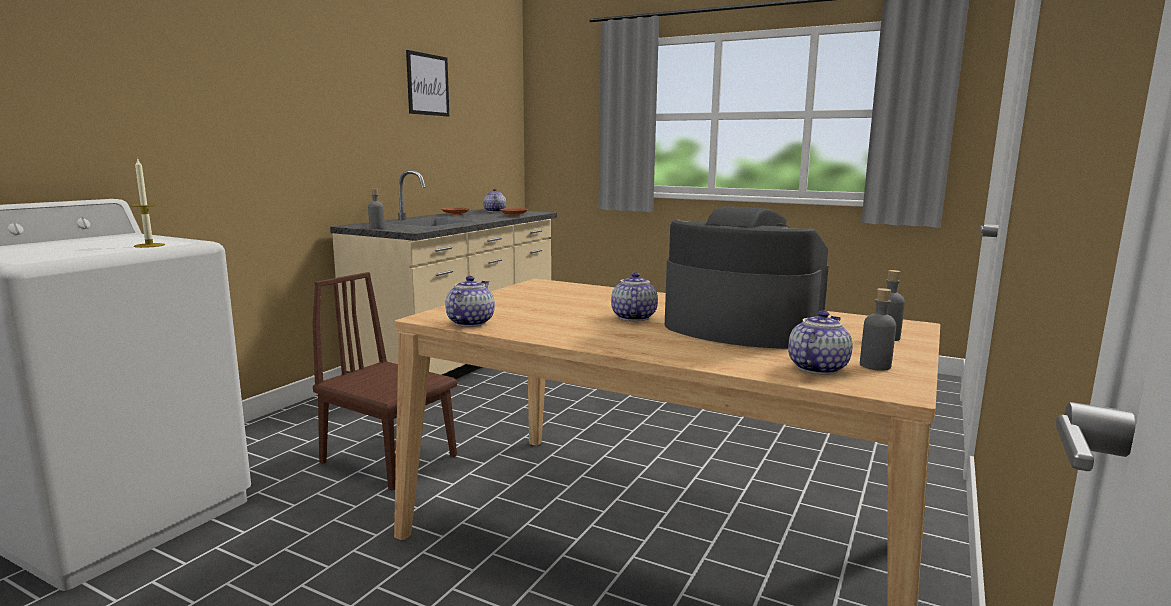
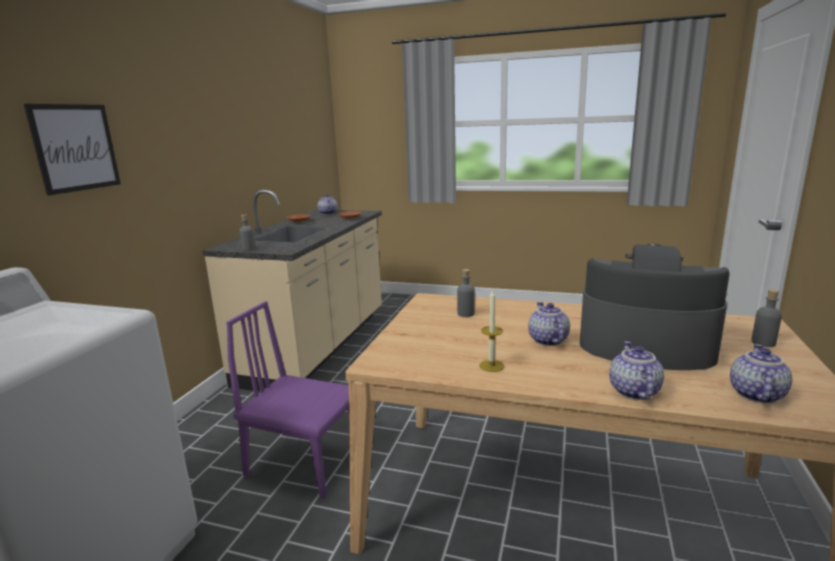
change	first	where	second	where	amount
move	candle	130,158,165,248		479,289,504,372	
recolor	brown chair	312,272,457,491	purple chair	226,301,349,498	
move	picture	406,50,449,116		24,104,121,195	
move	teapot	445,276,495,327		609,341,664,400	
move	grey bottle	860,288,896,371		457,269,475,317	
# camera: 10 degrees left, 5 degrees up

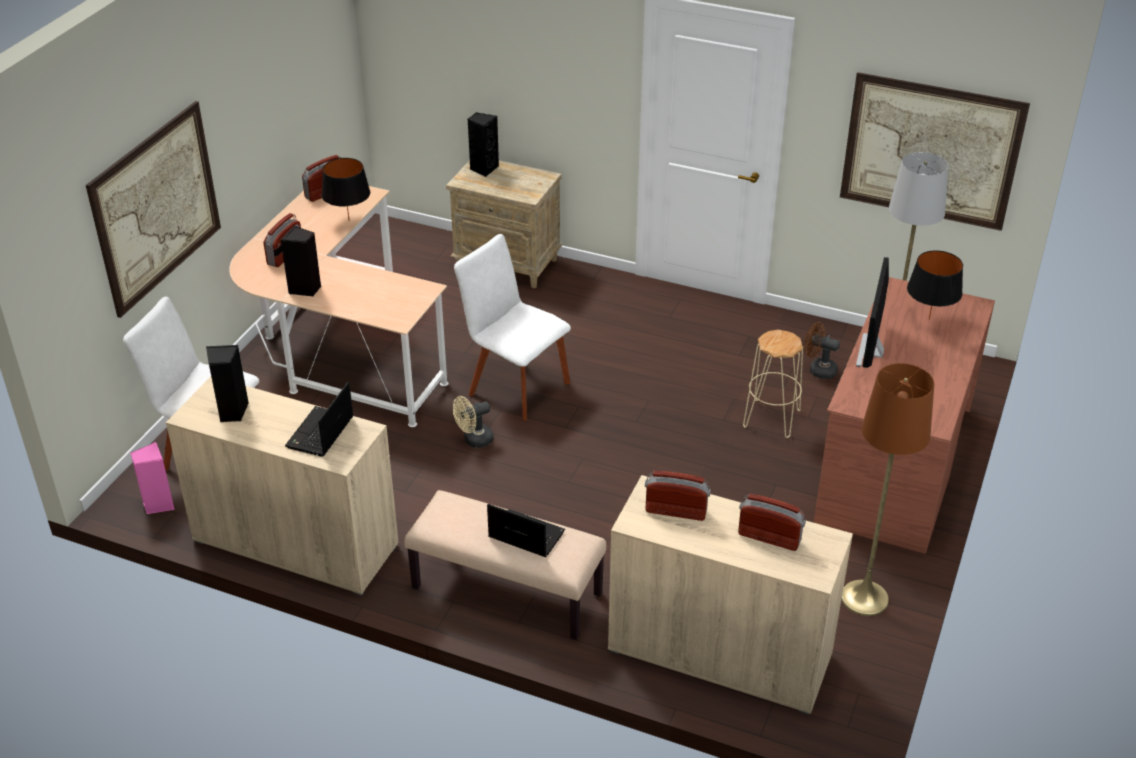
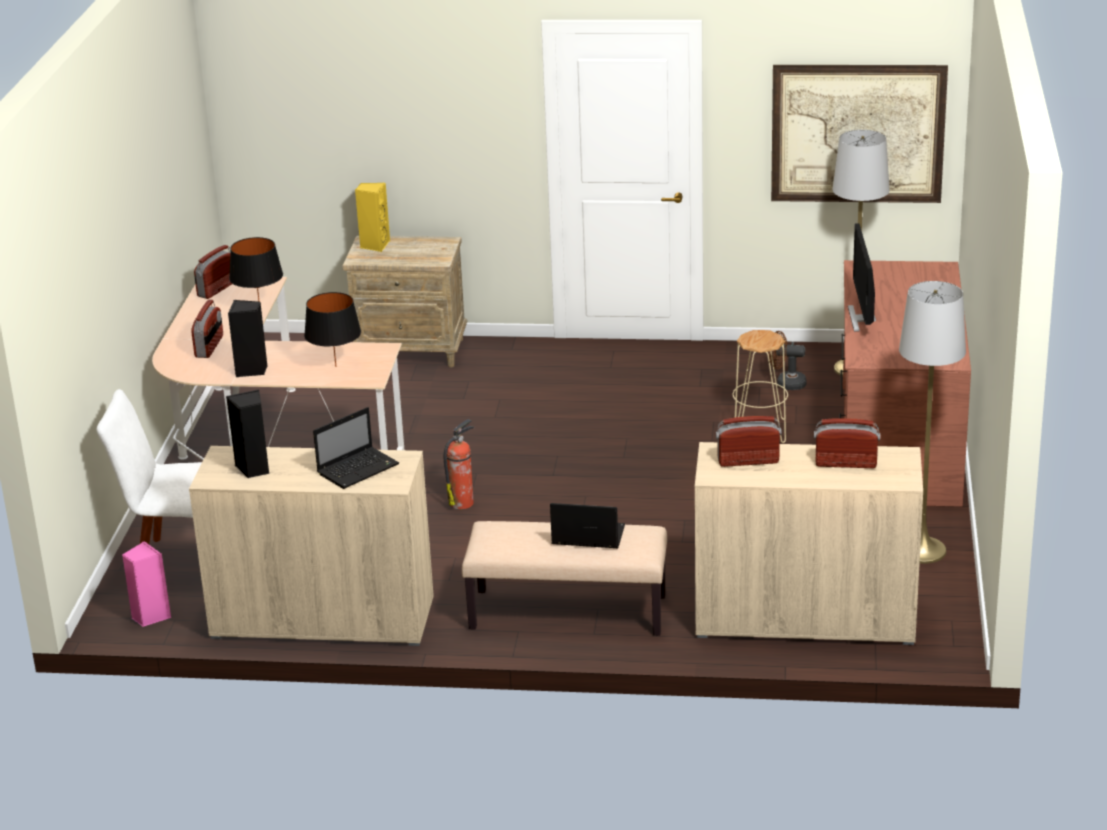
change	first	where	second	where	amount
delete	picture	86,101,221,318			
rotate	laptop	285,382,354,457		313,407,399,489	135 degrees counterclockwise
replace	beige fan	453,396,494,448	fire extinguisher	444,419,474,509	
delete	white chair	454,234,571,421			
recolor	black speaker	468,112,499,177	yellow speaker	355,183,390,252	
recolor	brown floor lamp	841,363,934,616	grey floor lamp	899,281,966,564	
move	black table lamp	907,250,963,320		304,292,361,367	
# camera: 15 degrees left, 10 degrees down

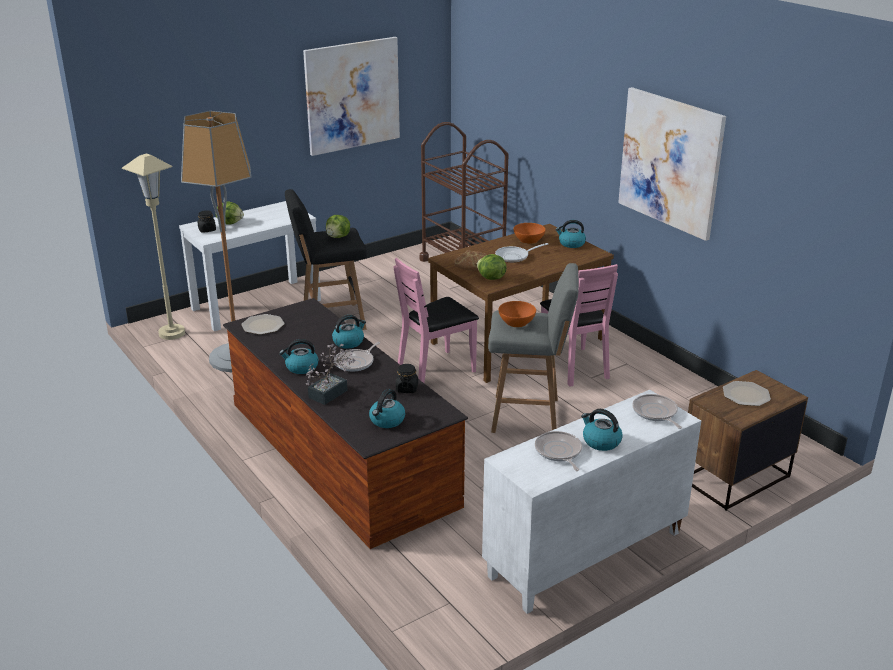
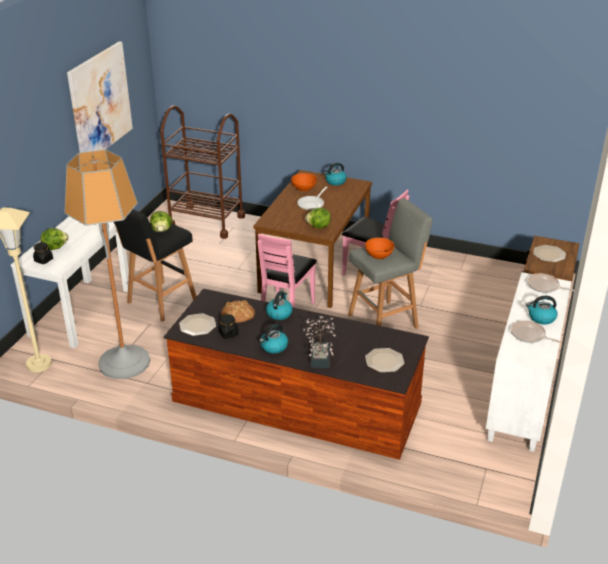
change	first	where	second	where	amount
delete	frying pan	334,342,380,372			
replace	kettle	369,389,405,428	plate	365,348,405,373	
move	black jar	396,364,418,393		218,314,238,339	
move	bread	454,250,486,270		221,300,255,323	
delete	picture	618,87,726,241			
# camera: 35 degrees left, 5 degrees up

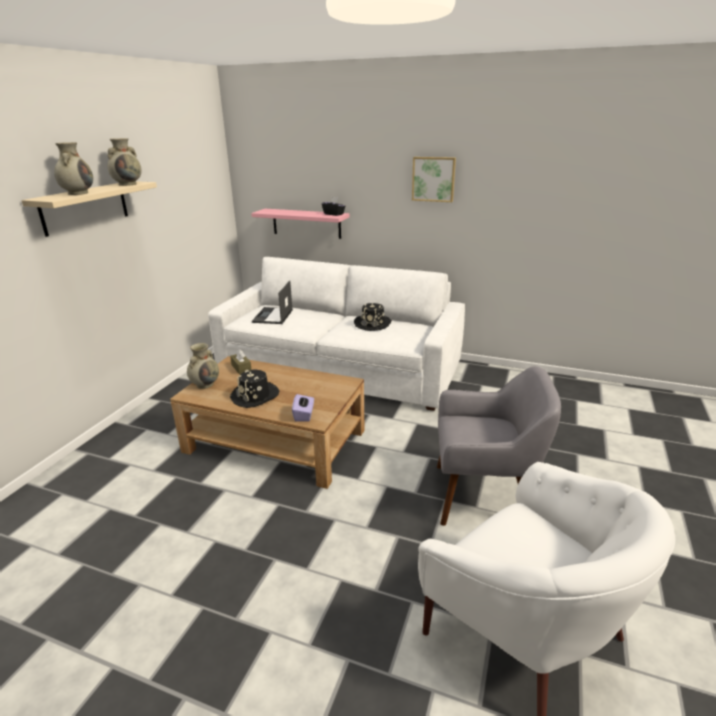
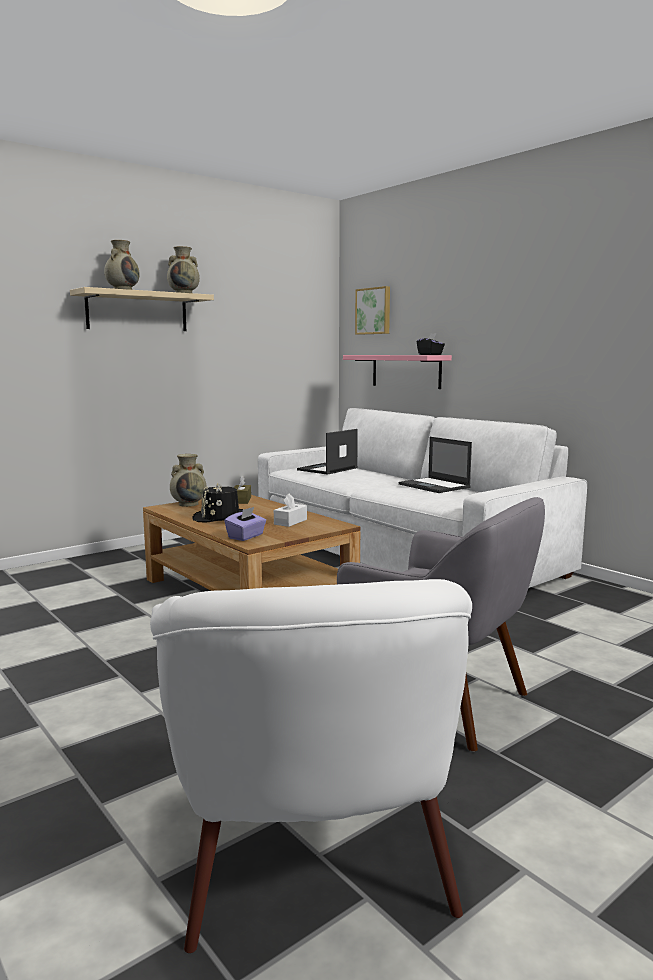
change	first	where	second	where	amount
replace	black hat	354,303,392,331	laptop	399,437,472,493	
move	picture	412,157,456,202		355,286,390,335	
insert			white tissue box	274,493,307,527	
# camera: 30 degrees right, 15 degrees down

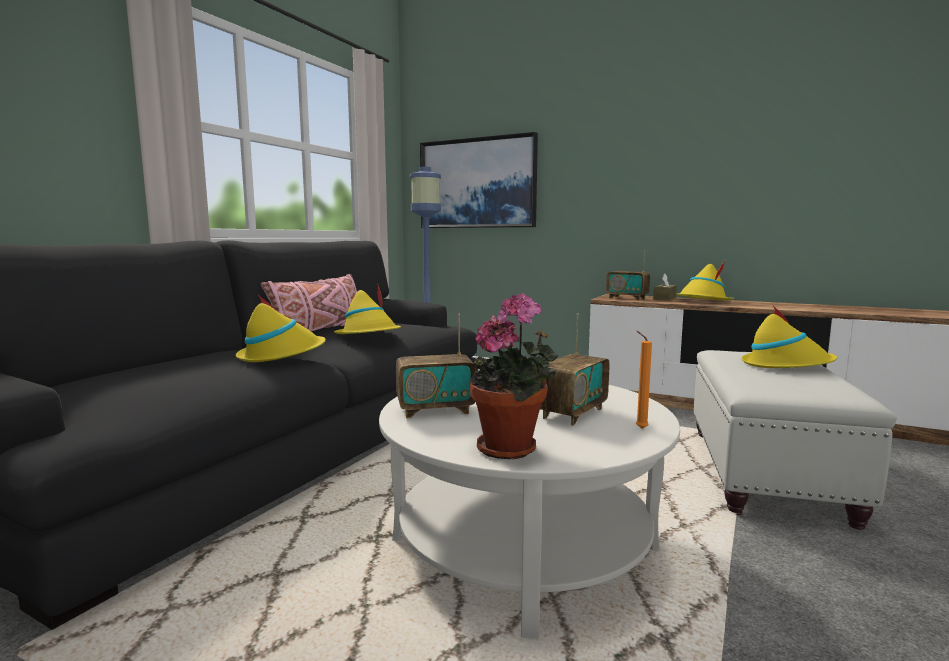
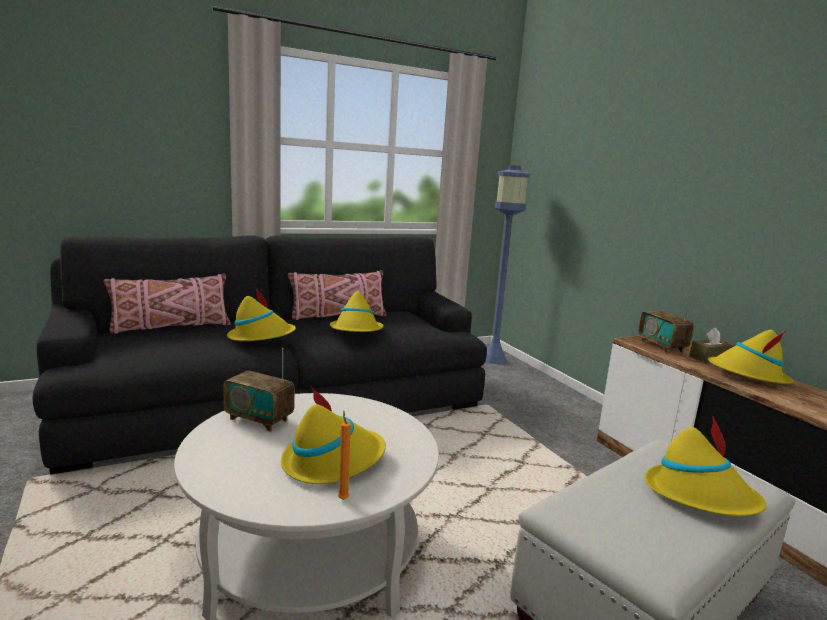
change	first	where	second	where	amount
delete	picture	420,132,538,228			
delete	potted plant	469,293,559,459			
replace	radio	540,313,610,426	yellow hat	281,387,386,484	
insert			pink pillow	103,274,231,334	
# camera: 35 degrees right, 5 degrees up

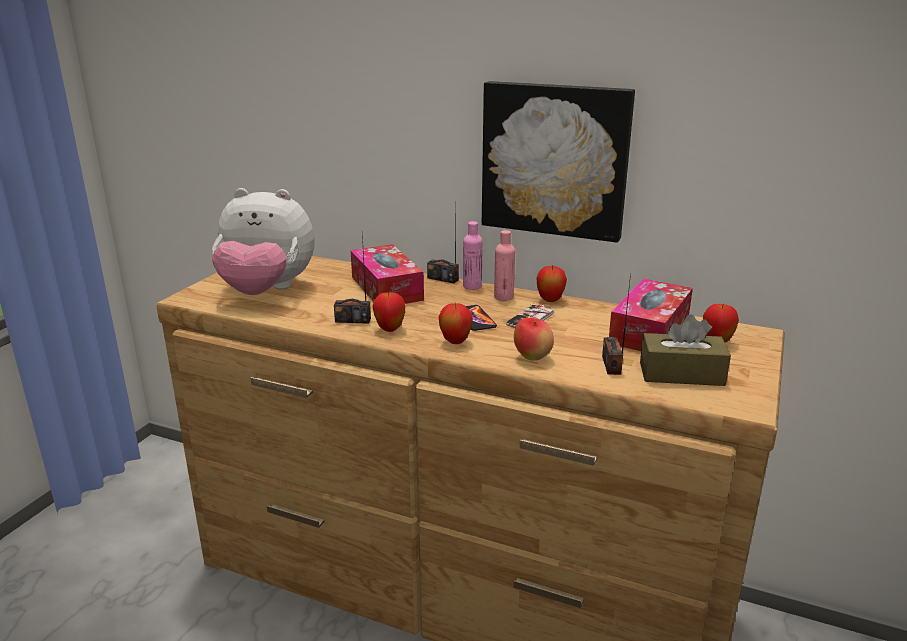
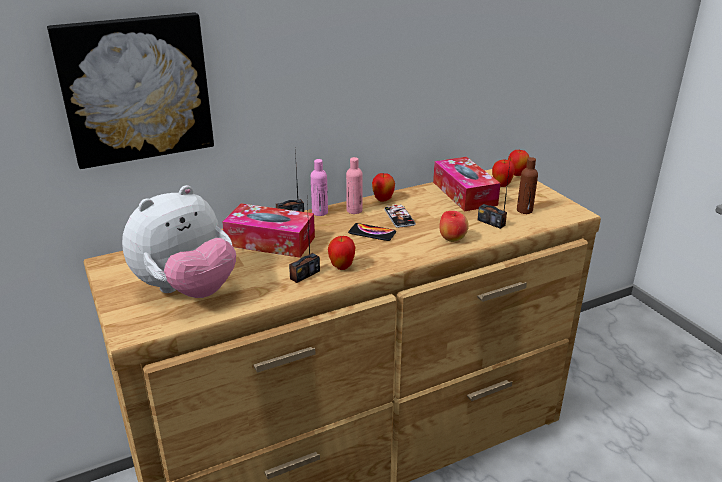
change	first	where	second	where	amount
move	apple	438,303,473,344		508,150,529,176	
move	picture	482,81,635,243		47,12,214,169	
replace	brown tissue box	640,314,731,386	brown bottle	517,157,538,214	
# camera: 50 degrees left, 5 degrees up

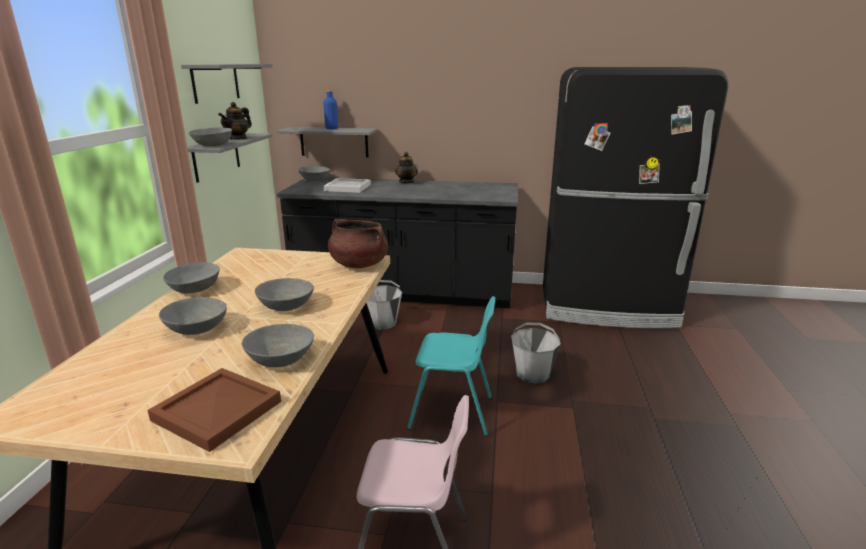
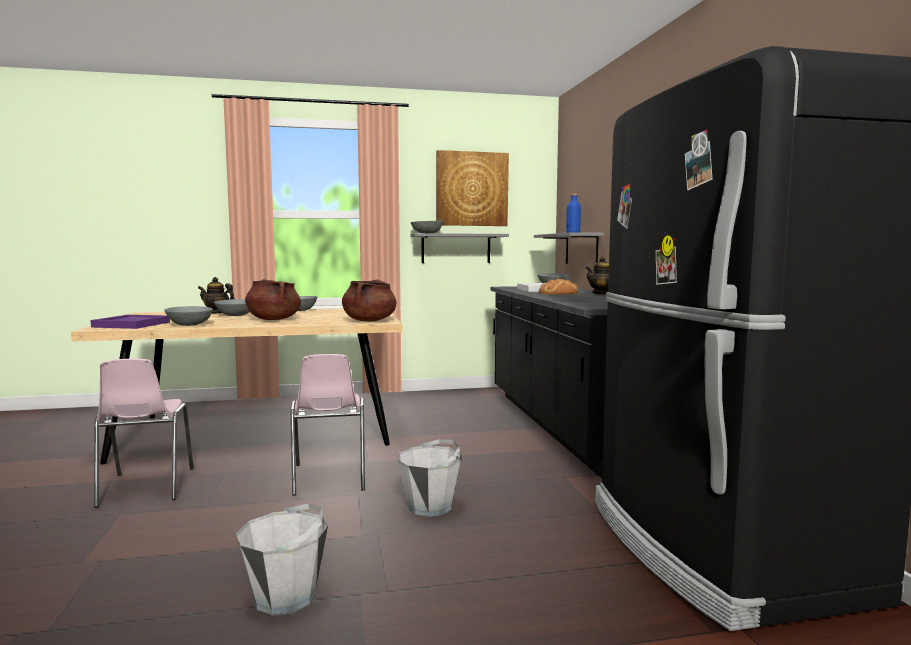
change	first	where	second	where	amount
recolor	brown tray	148,368,281,452	purple tray	91,315,170,329	
replace	grey shelf	181,64,273,104	picture	436,150,509,226	
move	teapot	218,102,252,140		198,277,235,314	
replace	grey bowl	254,278,314,311	brown cooking pot	245,279,301,320	
move	grey bucket	366,280,402,330		236,503,328,615	
recolor	turquoise chair	407,296,495,436	pink chair	290,354,365,496	
insert			bread	538,279,578,294	
# camera: 70 degrees right, 15 degrees down

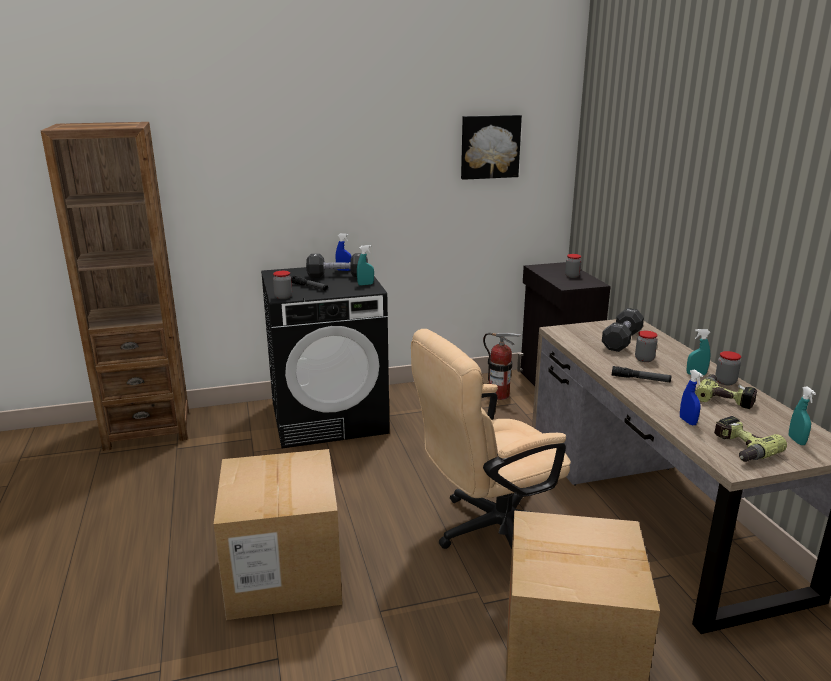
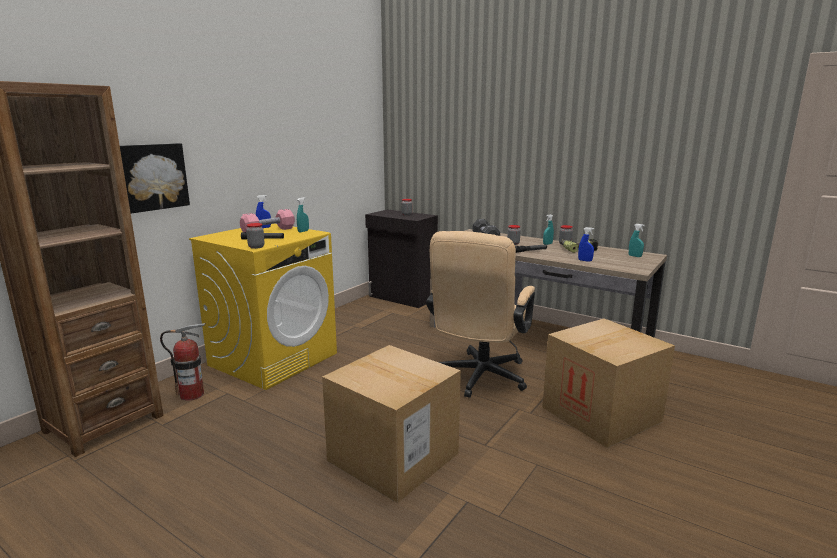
change	first	where	second	where	amount
recolor	black washing machine	261,267,390,448	yellow washing machine	189,224,337,390	
recolor	black dumbbell	306,254,368,278	pink dumbbell	240,209,295,232	
move	picture	461,115,522,180		120,143,190,214	
move	fire extinguisher	483,333,522,400		160,323,206,401	
delete	power drill	714,416,787,462			
# camera: 40 degrees left, 5 degrees down

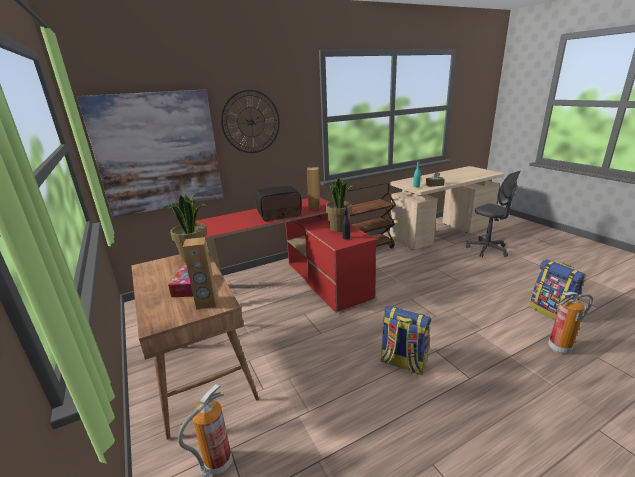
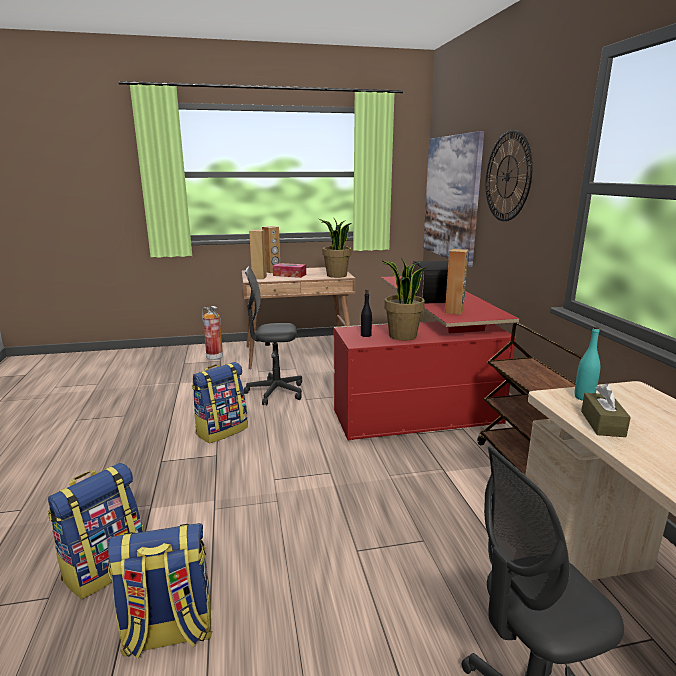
change	first	where	second	where	amount
replace	fire extinguisher	548,292,593,354	backpack	47,463,144,599	
insert			grey office chair	244,266,302,406	
insert			brown speaker	262,226,280,273	
# camera: 105 degrees right, 5 degrees down

